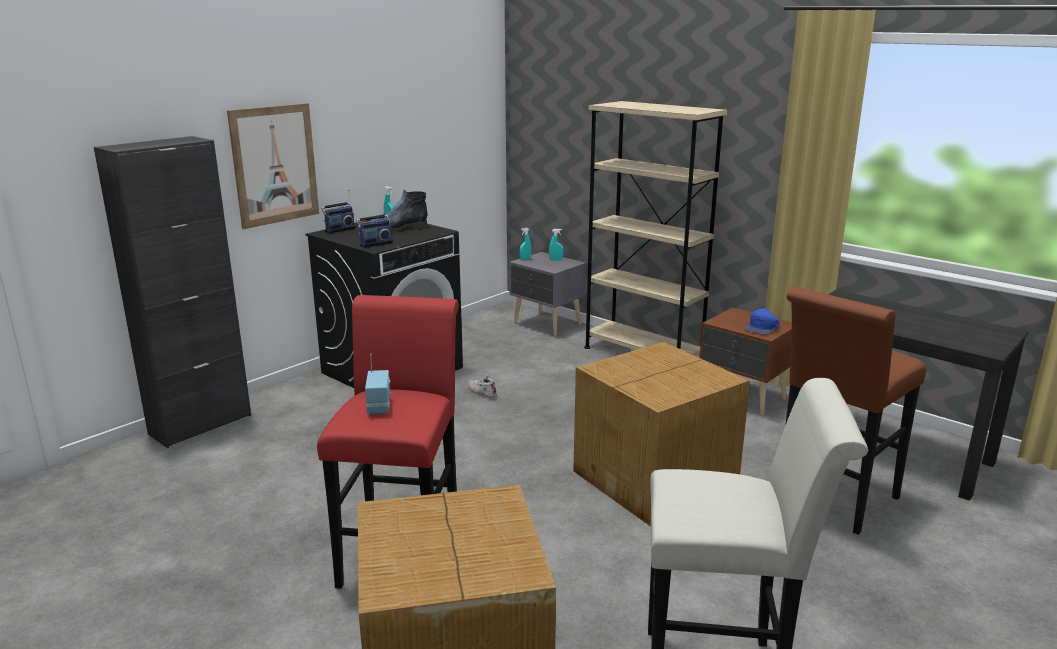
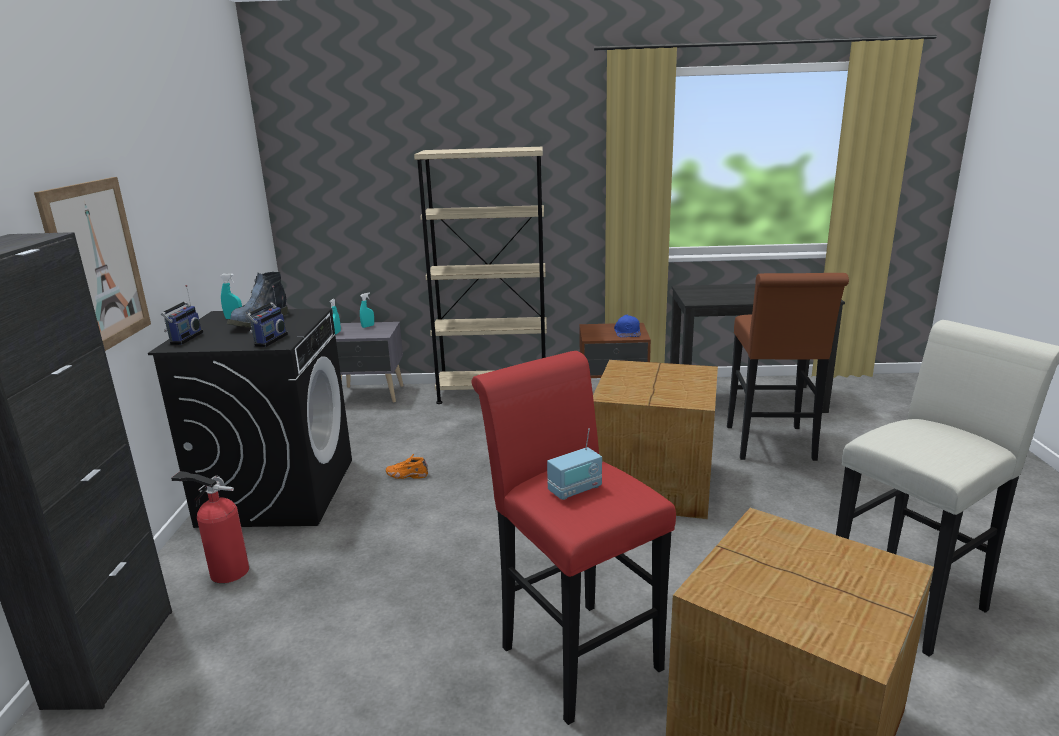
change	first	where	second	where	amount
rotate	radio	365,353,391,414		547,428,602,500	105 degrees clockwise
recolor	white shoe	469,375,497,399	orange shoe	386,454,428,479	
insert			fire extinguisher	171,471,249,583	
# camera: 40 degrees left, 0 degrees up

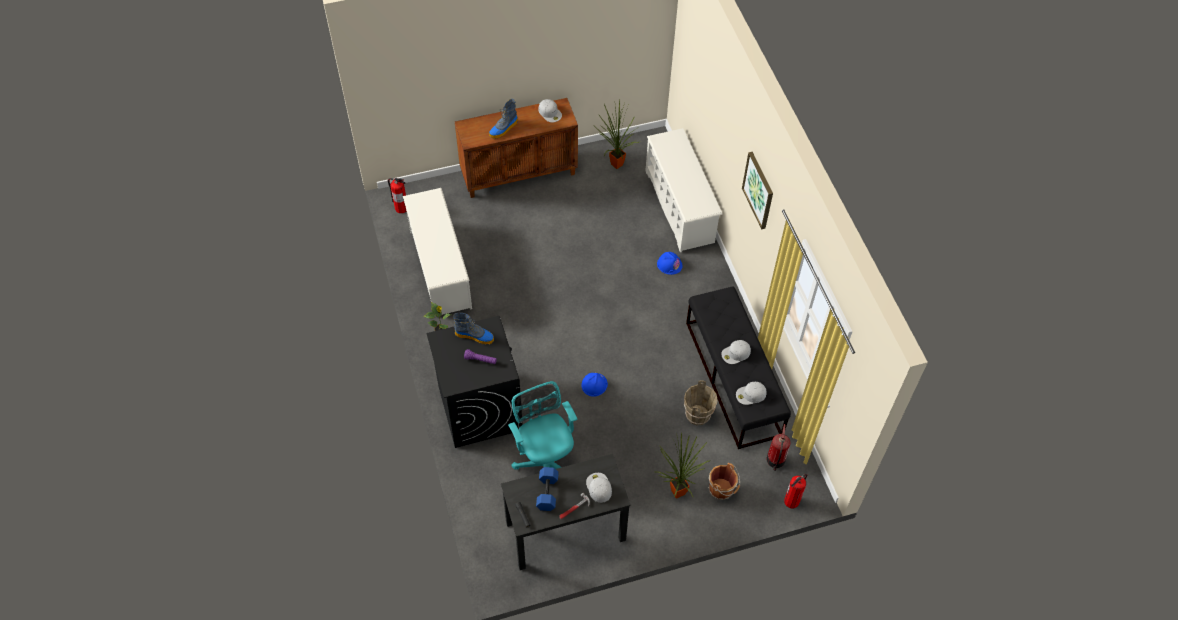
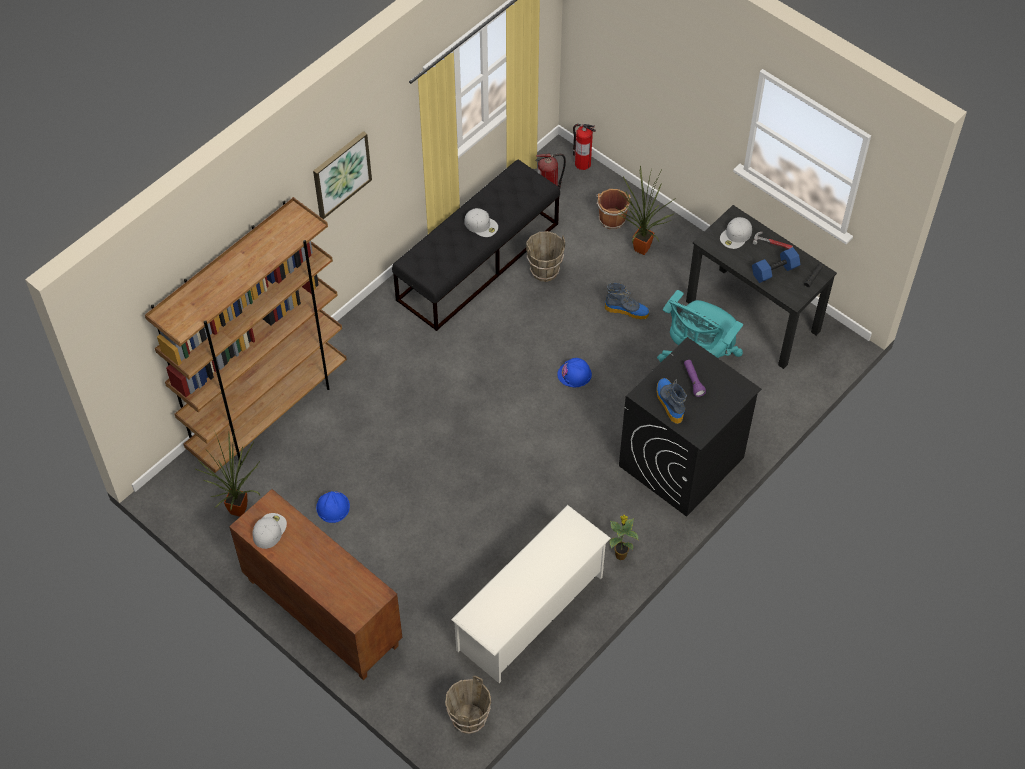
change	first	where	second	where	amount
replace	fire extinguisher	388,178,406,213	brown bucket	445,675,491,734	
move	boot	489,99,518,139		605,283,649,320	
replace	white shoe rack	645,128,722,253	brown bookcase	145,197,347,473	
move	blue hard hat	657,252,683,275		316,491,350,523	
delete	white cap	736,382,767,405			
# camera: 120 degrees left, 0 degrees up

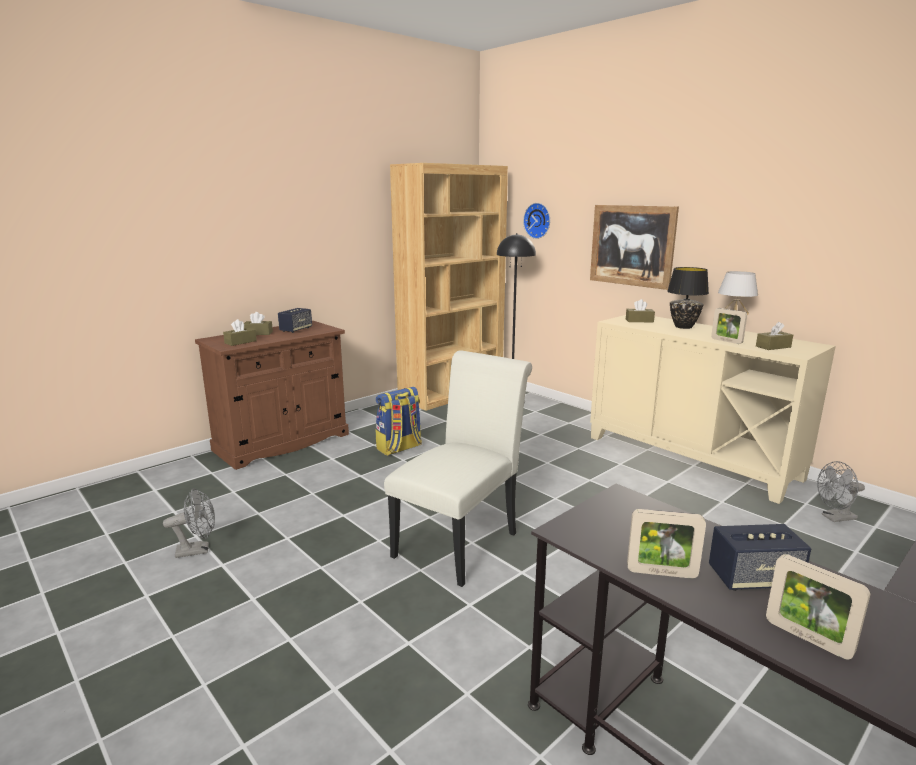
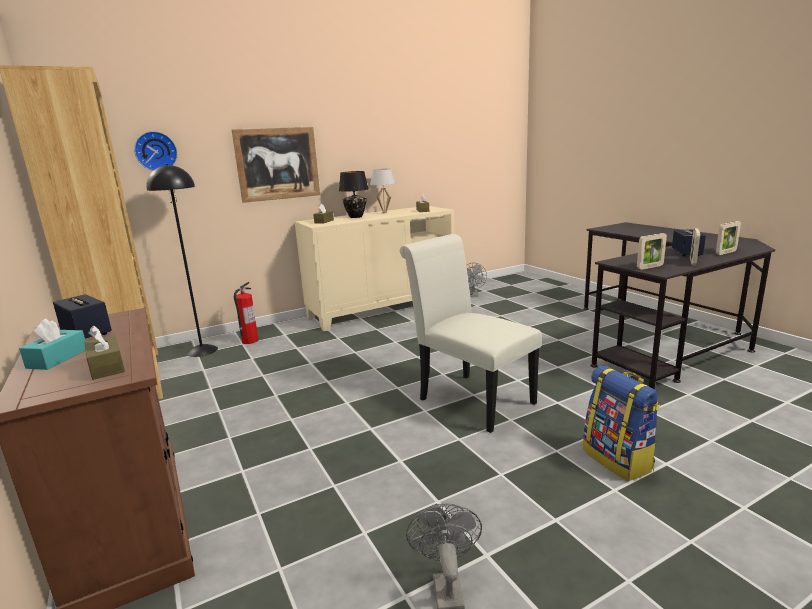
change	first	where	second	where	amount
recolor	brown tissue box	244,312,273,335	turquoise tissue box	19,319,86,370	
move	backpack	376,387,422,456		583,366,660,481	
move	picture frame	711,308,747,344		637,233,667,270	
insert			fire extinguisher	234,282,258,344	
# camera: 75 degrees left, 0 degrees up

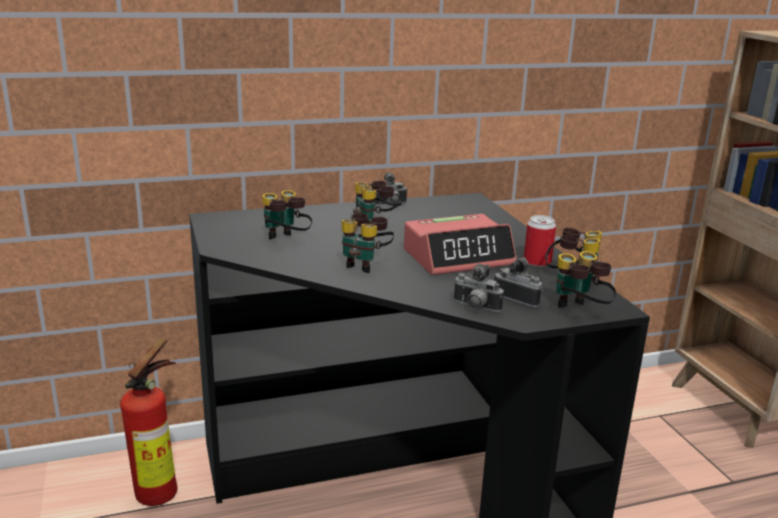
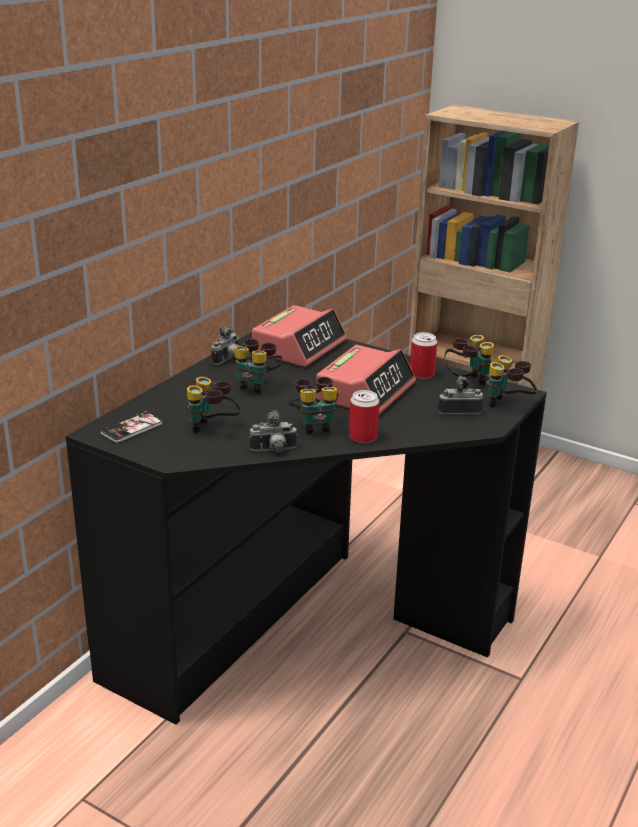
change	first	where	second	where	amount
delete	fire extinguisher	120,338,178,506			
move	photo camera	453,264,504,312		250,410,298,452	
insert			phone	101,411,162,443	
insert			alarm clock	252,305,347,367	
insert			can	349,390,379,443	
# camera: 40 degrees left, 5 degrees up

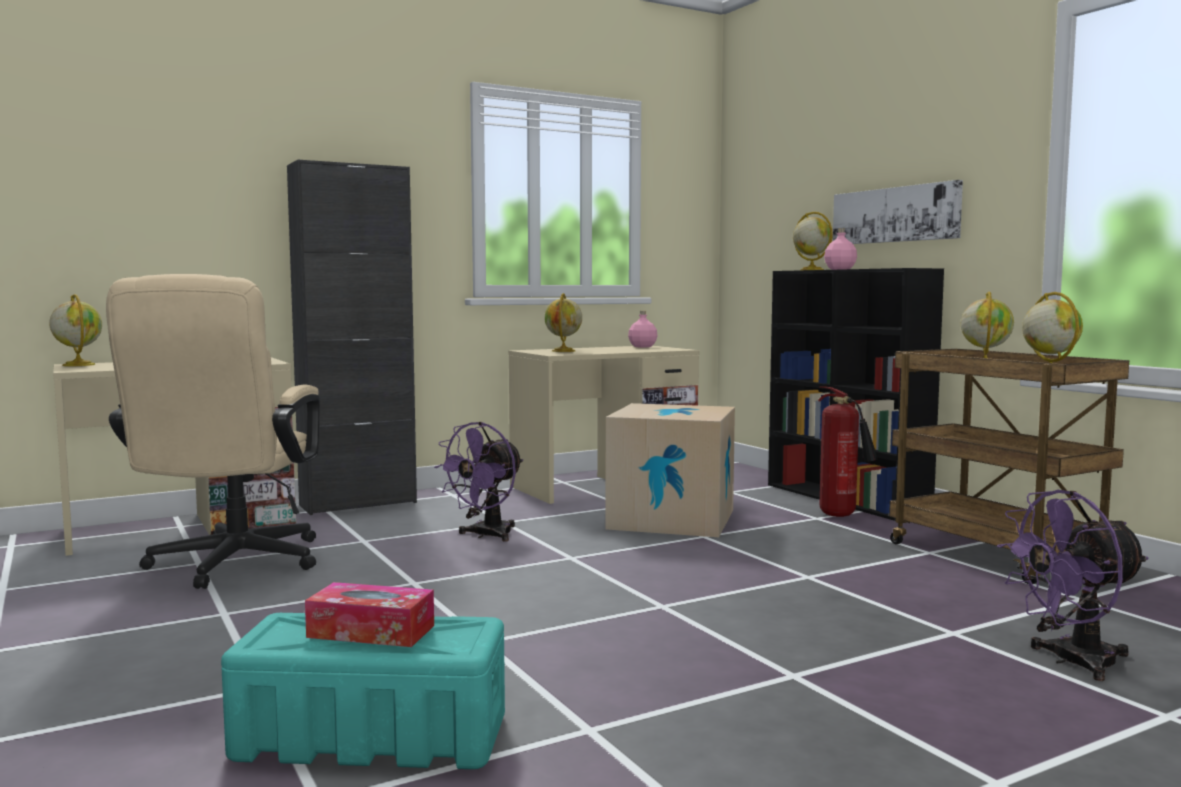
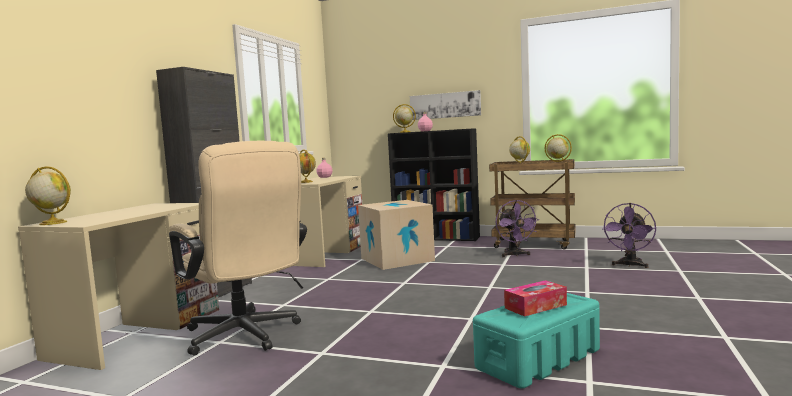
change	first	where	second	where	amount
move	purple fan	434,422,523,542		496,200,540,257	
delete	fire extinguisher	818,386,878,517			
# camera: 40 degrees left, 0 degrees up

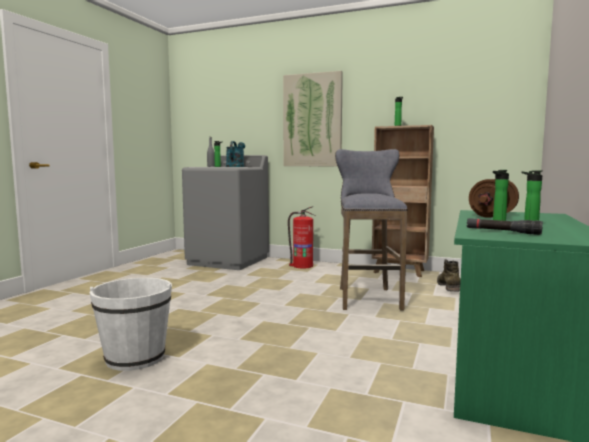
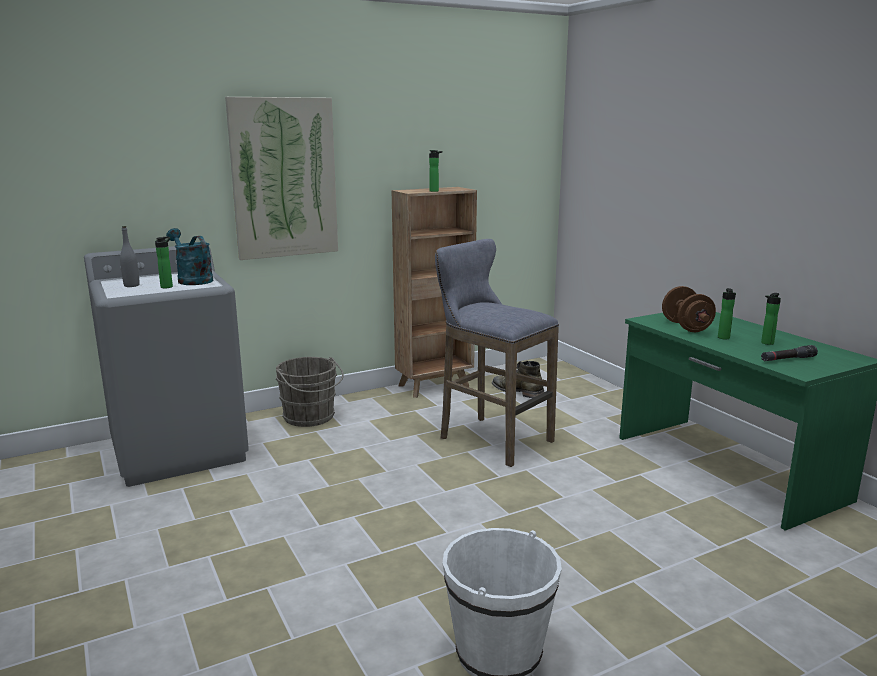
change	first	where	second	where	amount
replace	fire extinguisher	288,206,316,269	grey bucket	276,357,344,427	
# camera: 50 degrees left, 10 degrees up

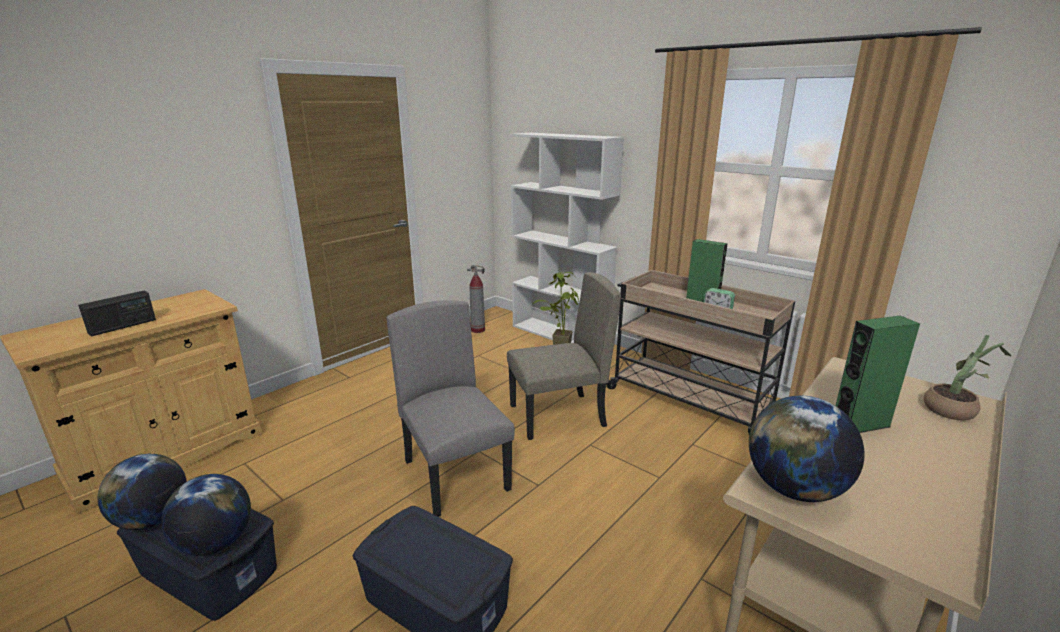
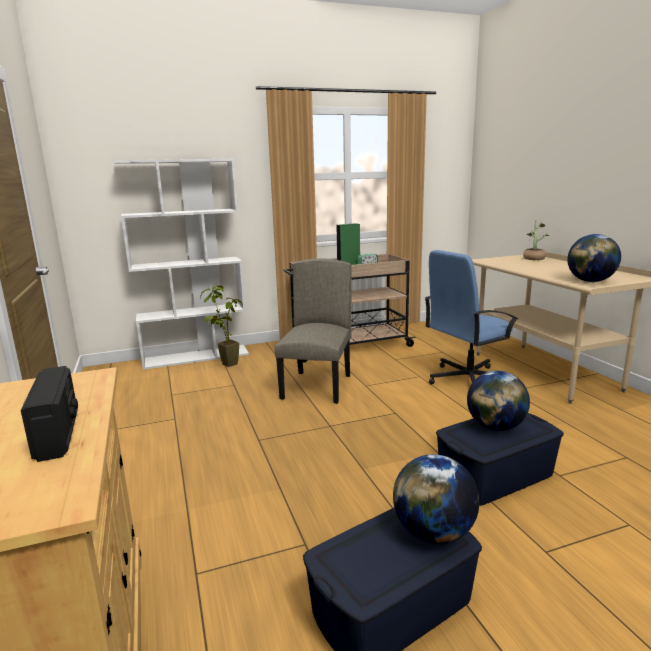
change	first	where	second	where	amount
move	globe	98,454,187,530		467,371,530,431	
delete	grey chair	387,300,515,517			
delete	fire extinguisher	467,265,485,333			
delete	green speaker	835,316,920,433			
insert			blue office chair	425,250,518,384	
# camera: 60 degrees left, 5 degrees down

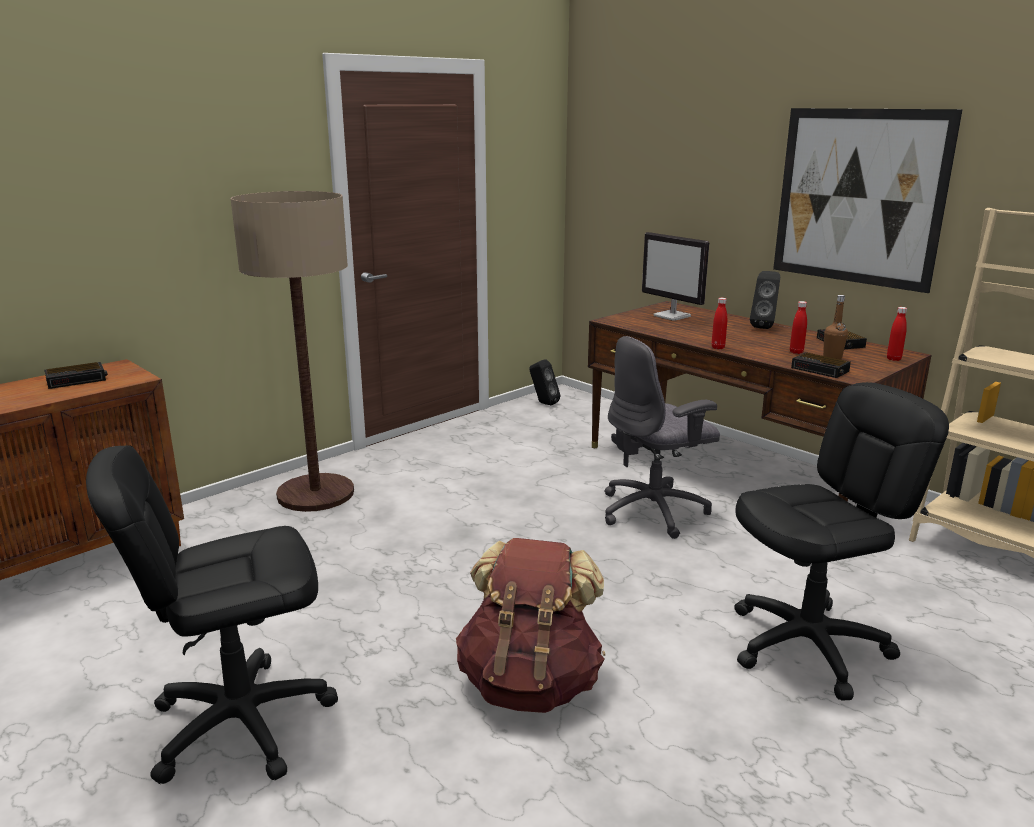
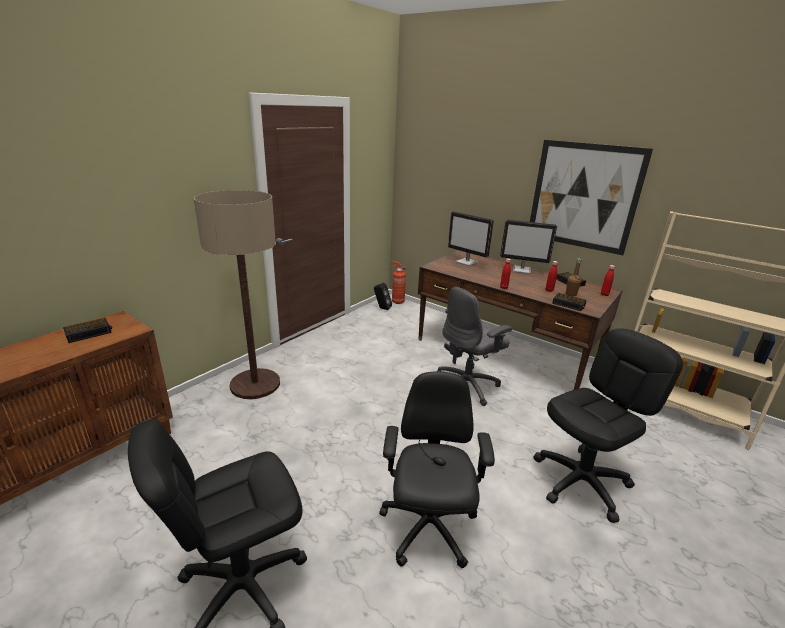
change	first	where	second	where	amount
replace	brown backpack	456,538,605,713	black office chair	379,371,495,568	
replace	black speaker	750,271,780,329	monitor	500,220,557,274	
insert			fire extinguisher	387,260,406,304	
# camera: 10 degrees left, 5 degrees up

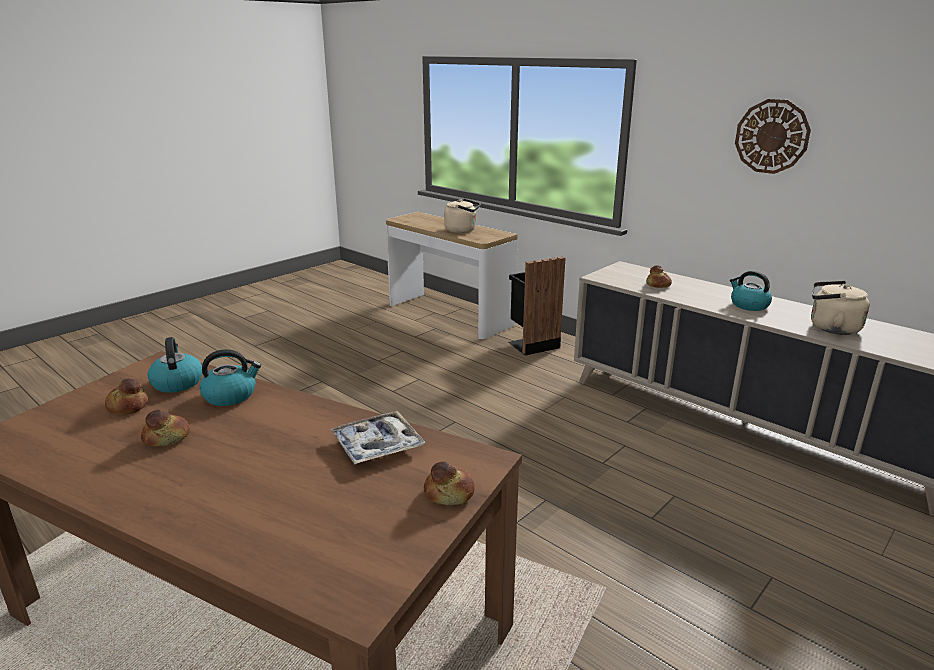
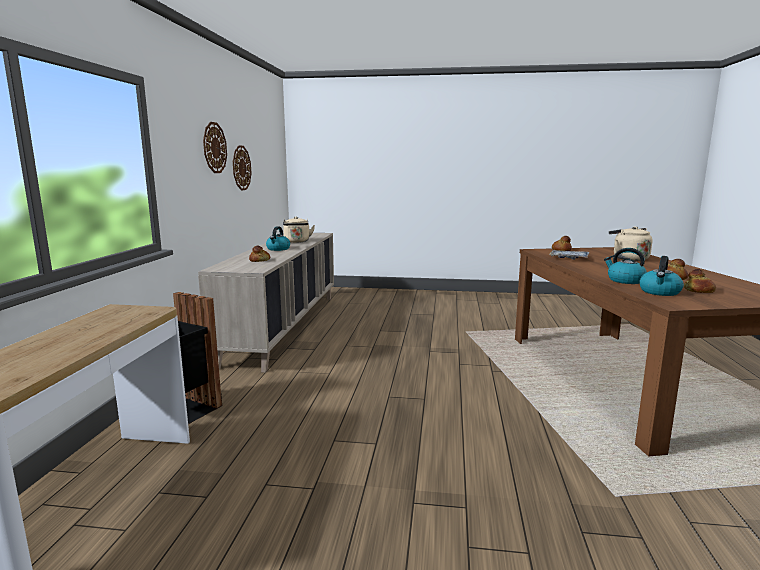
change	first	where	second	where	amount
move	beige kettle	444,199,480,233		609,226,653,261	
insert			wall clock	233,145,252,191	
# camera: 125 degrees left, 10 degrees down

